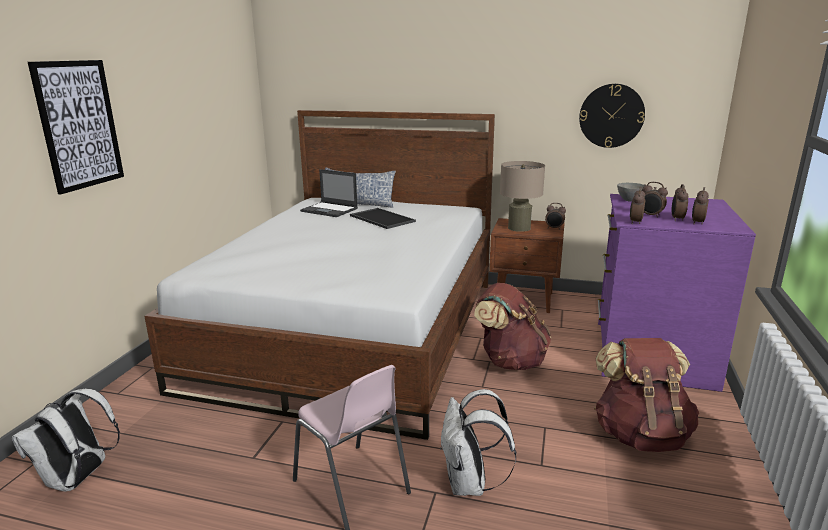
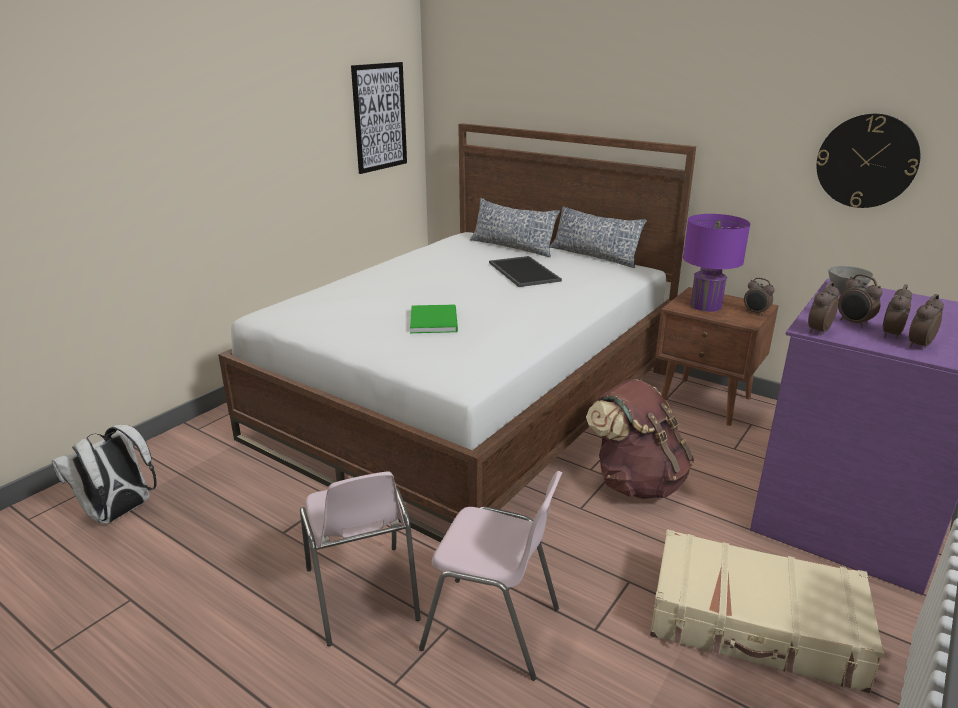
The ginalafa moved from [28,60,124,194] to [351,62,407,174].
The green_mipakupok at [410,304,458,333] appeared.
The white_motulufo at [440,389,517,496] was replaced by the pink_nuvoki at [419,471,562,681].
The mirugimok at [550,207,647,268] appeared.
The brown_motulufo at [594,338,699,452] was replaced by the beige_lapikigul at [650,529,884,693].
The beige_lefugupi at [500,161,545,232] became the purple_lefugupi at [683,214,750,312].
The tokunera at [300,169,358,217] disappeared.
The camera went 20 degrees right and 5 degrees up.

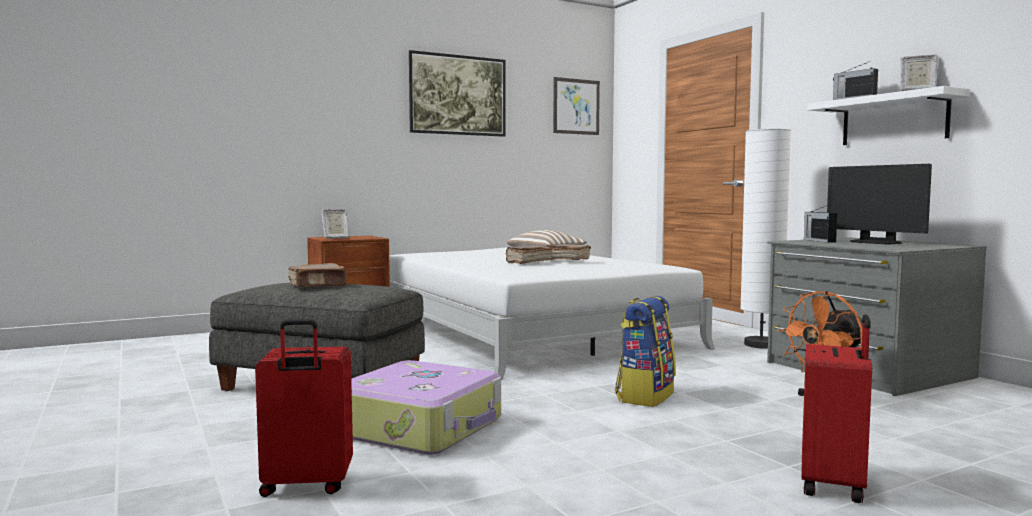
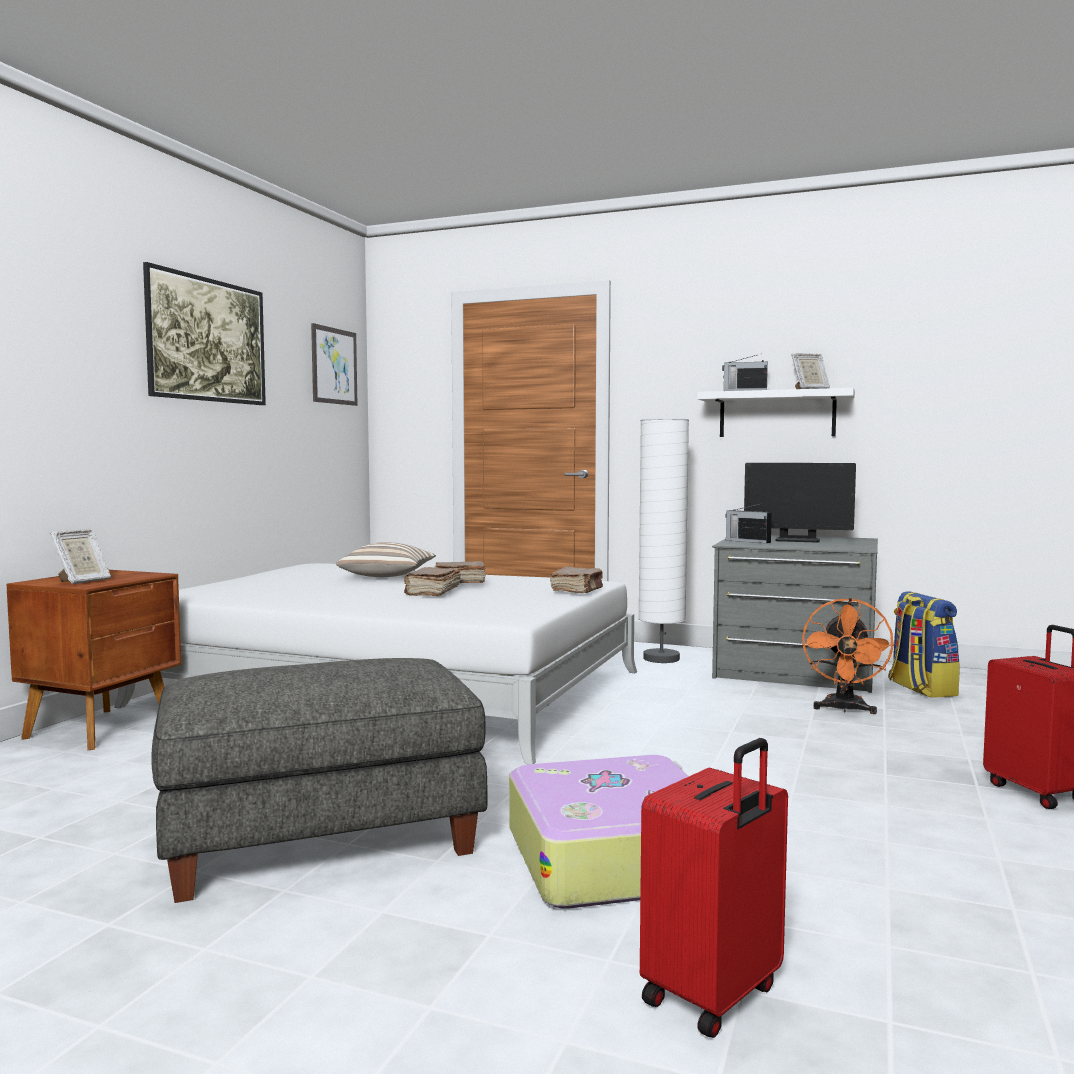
The brown_mipakupok moved from [288,263,347,287] to [550,566,603,593].
The motulufo moved from [615,296,676,407] to [888,591,960,698].
The camera went 40 degrees left and 0 degrees up.

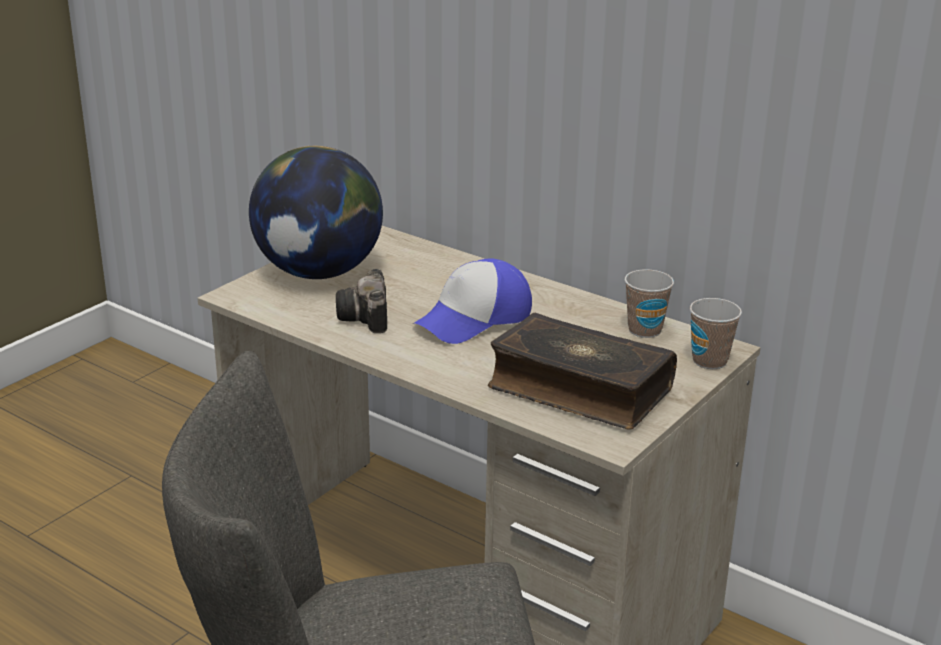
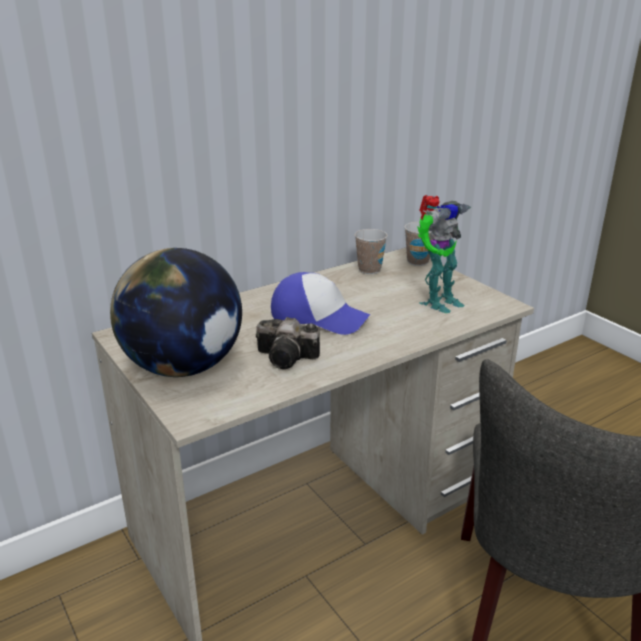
The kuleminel at [413,258,532,344] turned 45 degrees counterclockwise.
The mipakupok at [488,313,677,430] was replaced by the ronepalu at [418,195,471,313].
The camera went 70 degrees left and 0 degrees up.

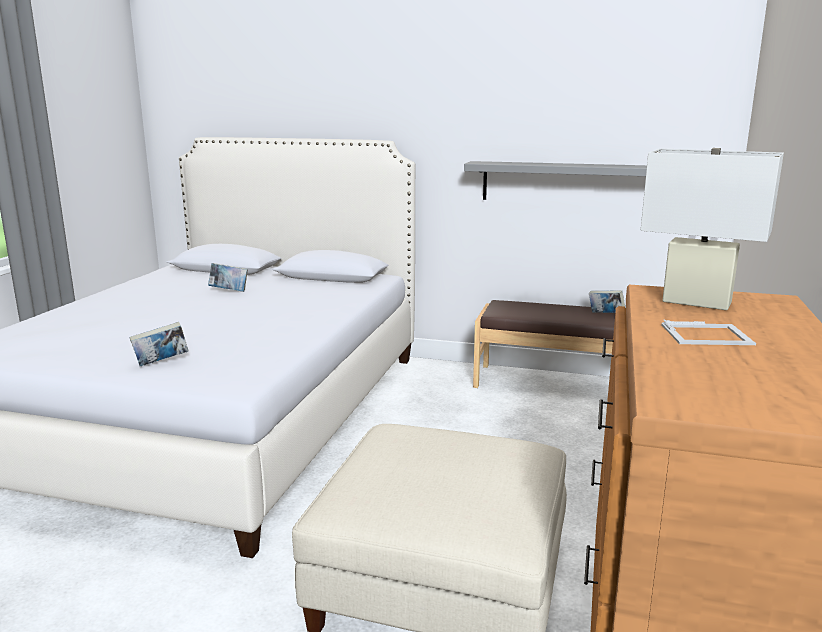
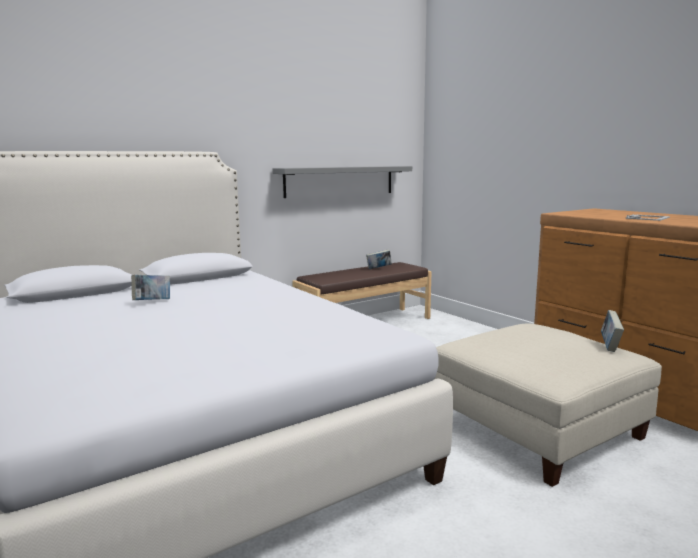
The mipakupok moved from [129,322,188,366] to [601,310,624,352].
The white_lefugupi at [641,148,784,310] disappeared.
The camera went 50 degrees left and 5 degrees down.

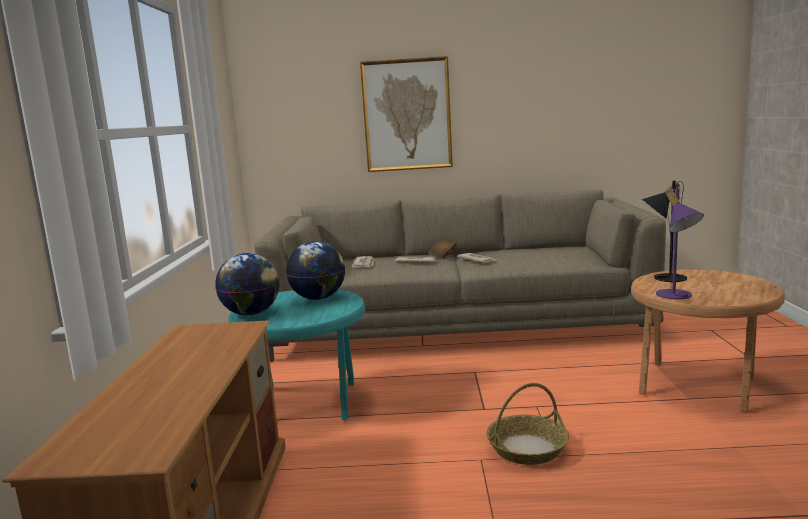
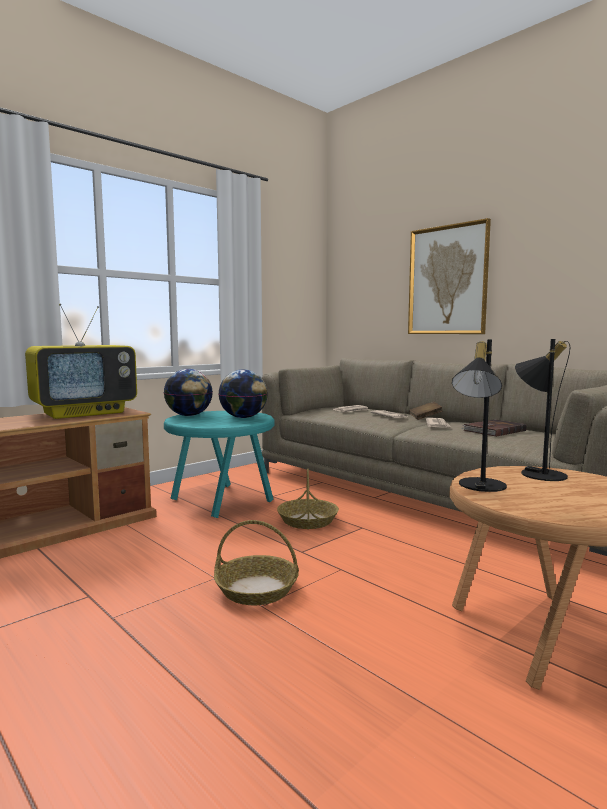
The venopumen at [25,304,137,419] appeared.
The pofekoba at [277,469,339,529] appeared.
The purple_lefugupi at [656,188,704,299] became the black_lefugupi at [452,339,507,492].
The brown_mipakupok at [461,419,527,437] appeared.
The camera went 45 degrees right and 5 degrees down.

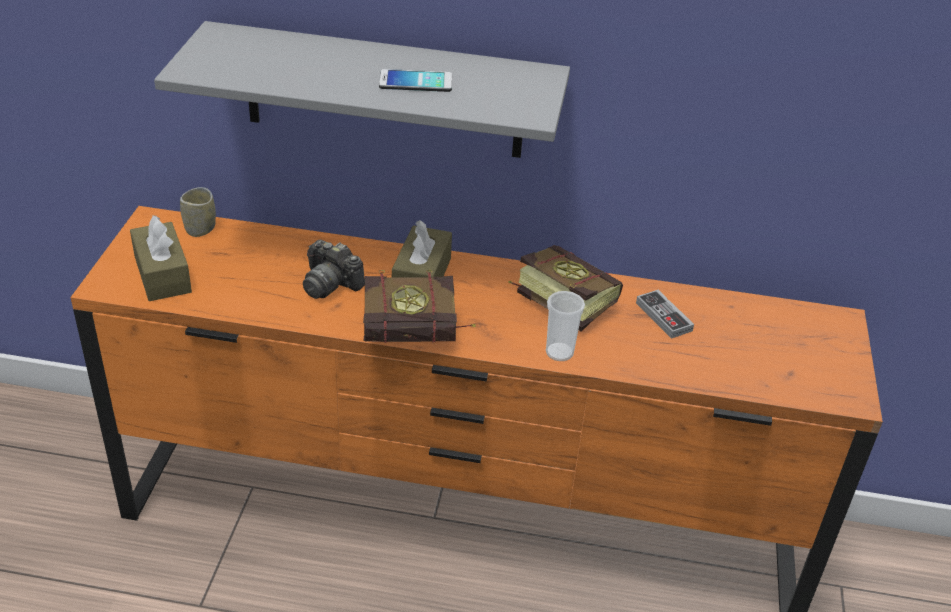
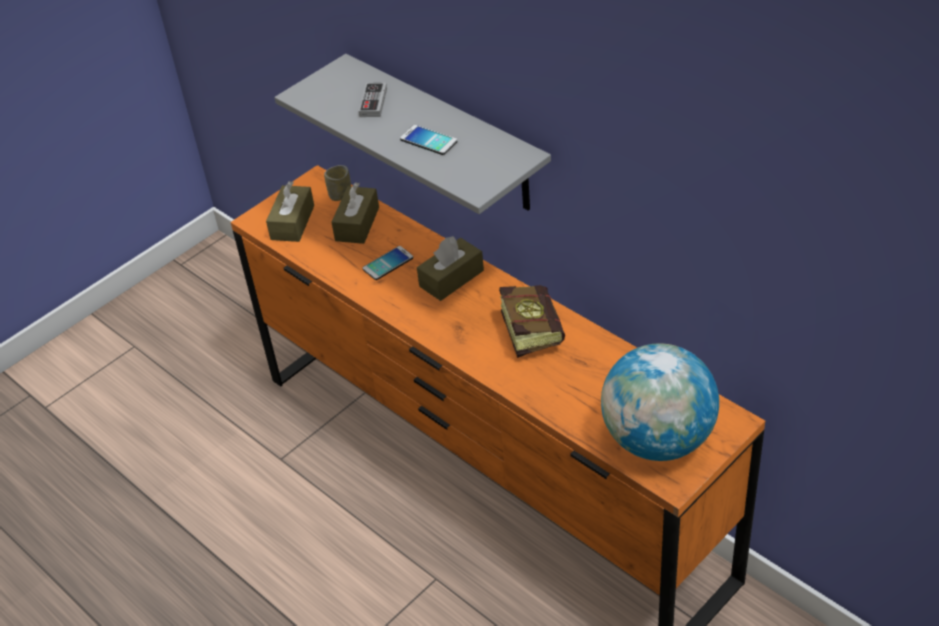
The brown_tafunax at [331,182,379,244] appeared.
The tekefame moved from [636,290,694,339] to [359,83,387,117].
The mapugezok at [303,239,365,299] was replaced by the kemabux at [363,246,413,280].
The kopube at [601,343,719,461] appeared.
The mipakupok at [363,270,475,343] disappeared.
The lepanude at [546,291,585,361] disappeared.
The camera went 40 degrees right and 5 degrees up.

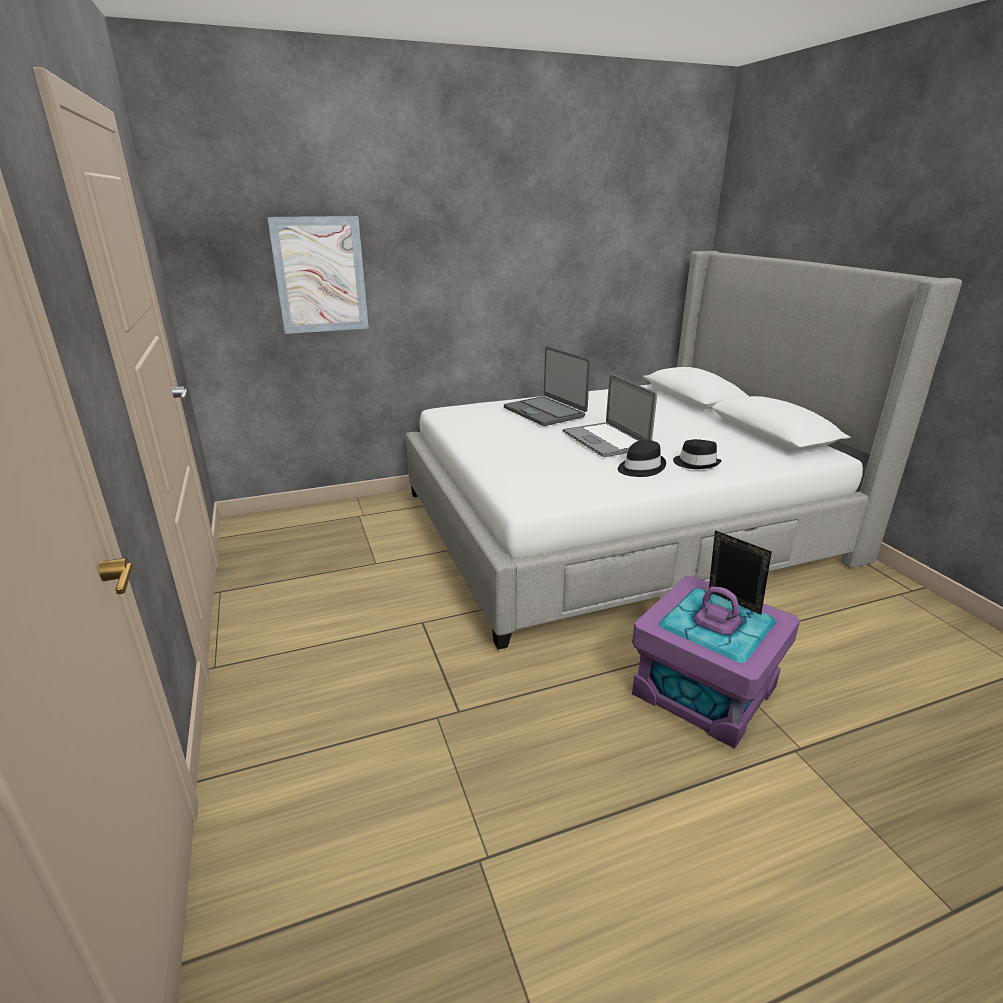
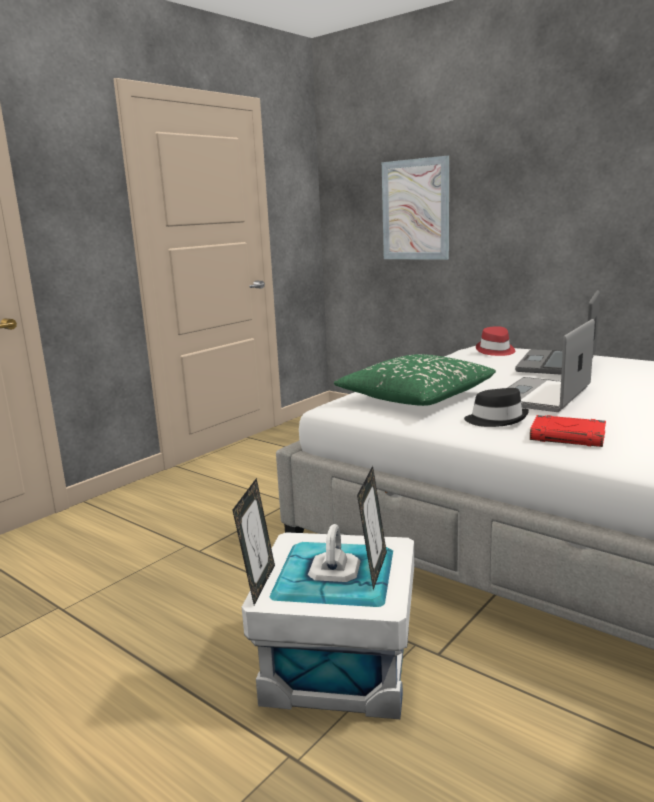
The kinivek at [233,478,275,605] appeared.
The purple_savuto at [632,576,800,749] became the white_savuto at [242,524,414,719].
The green_mirugimok at [334,354,496,406] appeared.
The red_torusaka at [476,326,515,356] appeared.
The black_torusaka at [673,439,722,469] was replaced by the red_mipakupok at [530,415,606,447].
The camera went 60 degrees right and 10 degrees down.

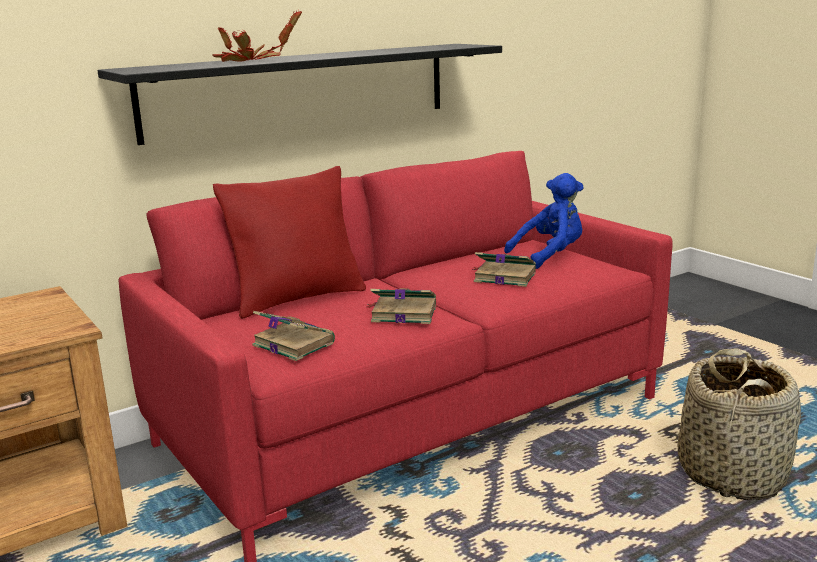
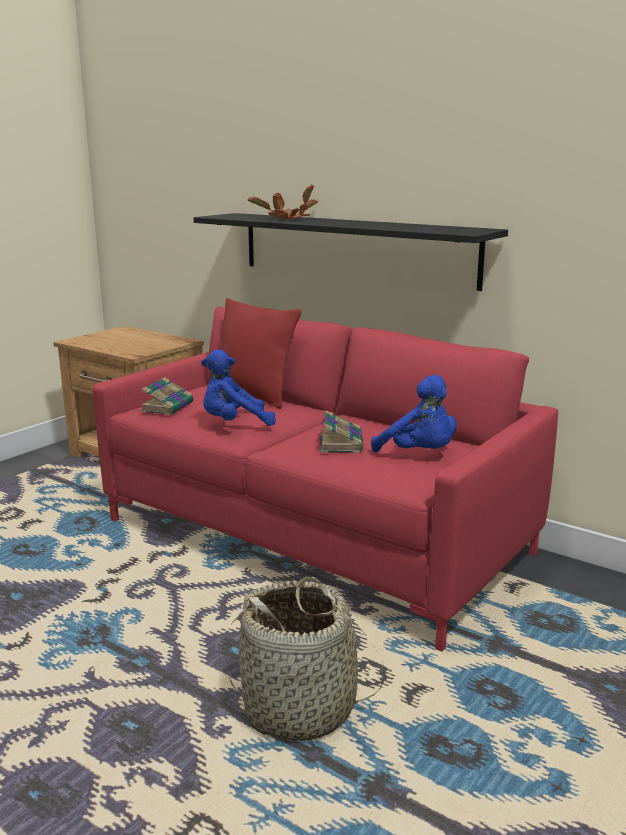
The mipakupok at [367,288,436,324] was replaced by the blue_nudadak at [201,350,276,426].
The camera went 70 degrees right and 0 degrees up.

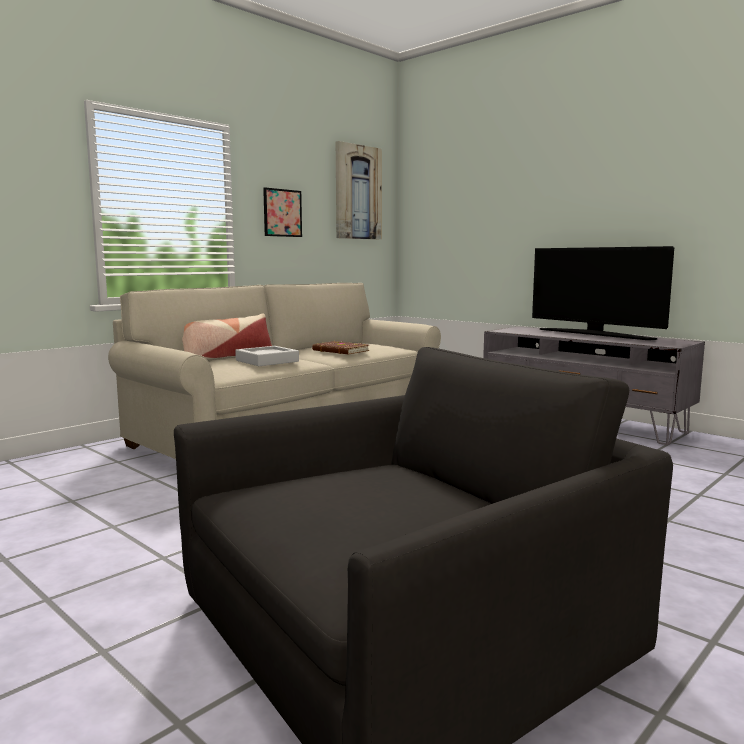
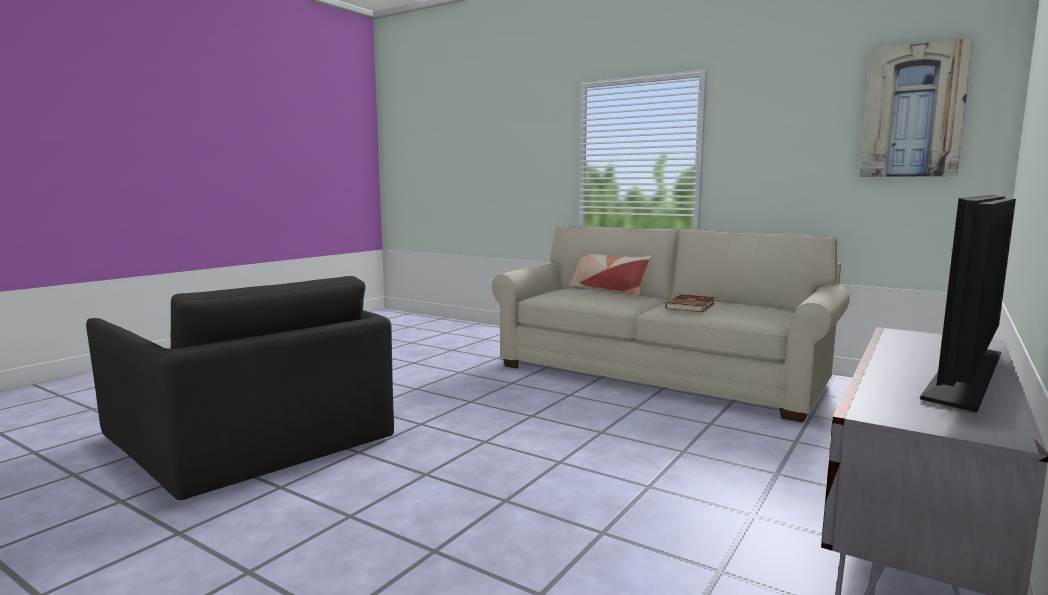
The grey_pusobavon at [235,346,299,366] disappeared.
The ginalafa at [263,187,302,237] disappeared.
The camera went 80 degrees right and 0 degrees up.

